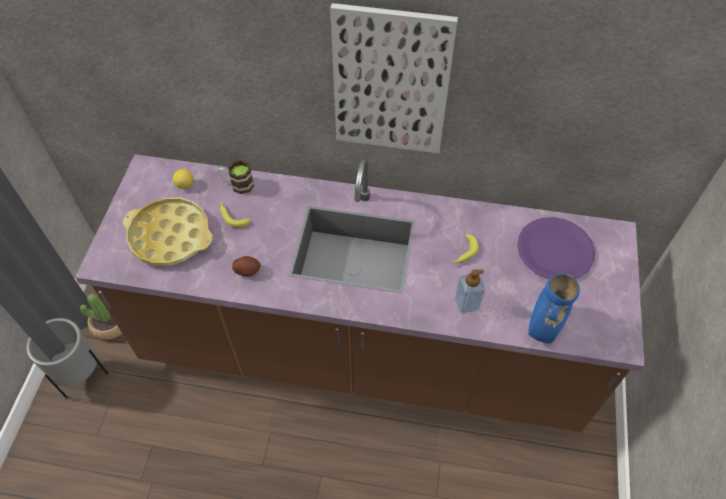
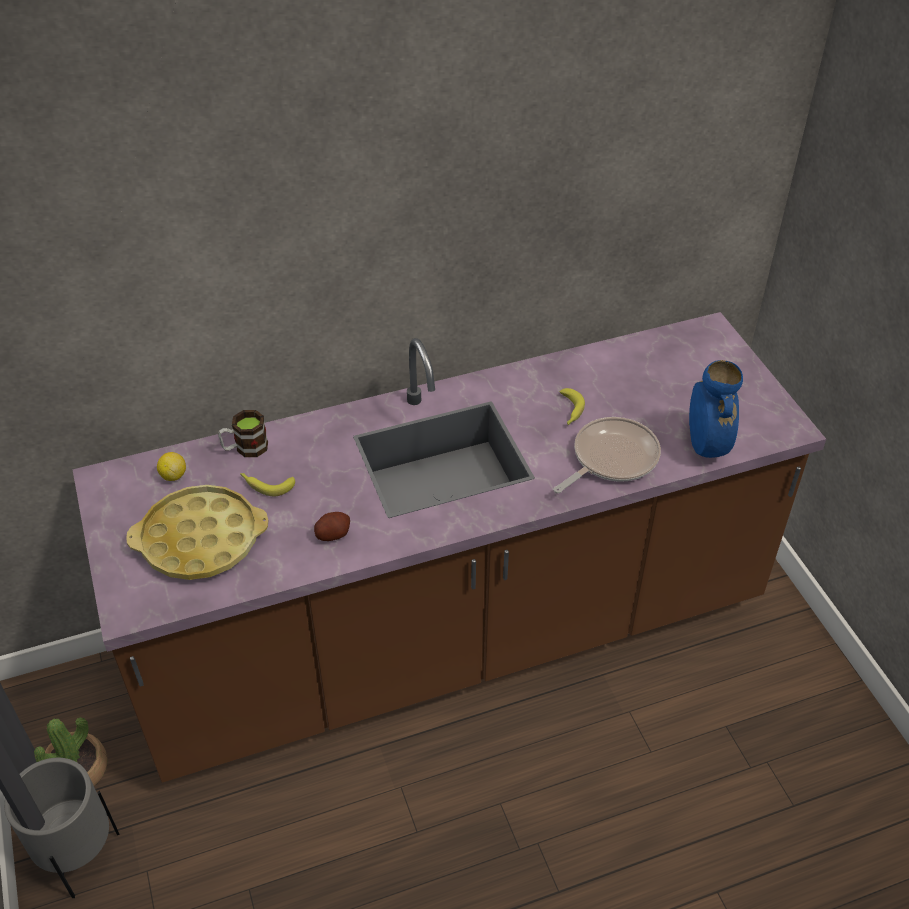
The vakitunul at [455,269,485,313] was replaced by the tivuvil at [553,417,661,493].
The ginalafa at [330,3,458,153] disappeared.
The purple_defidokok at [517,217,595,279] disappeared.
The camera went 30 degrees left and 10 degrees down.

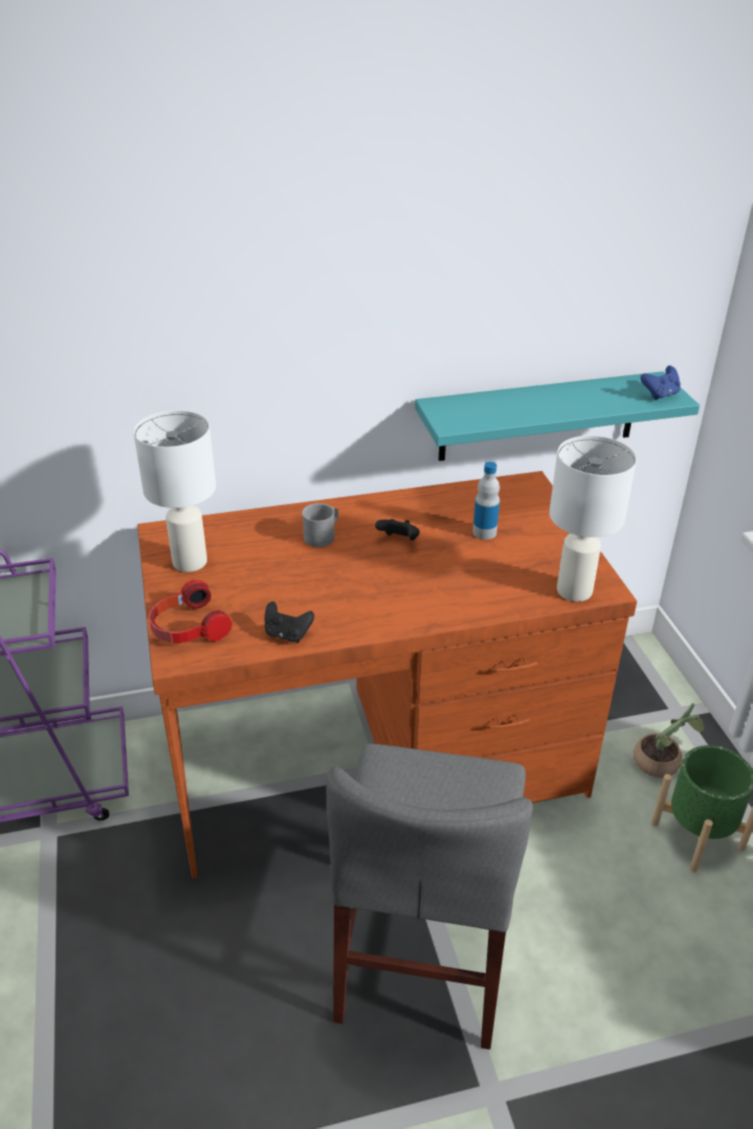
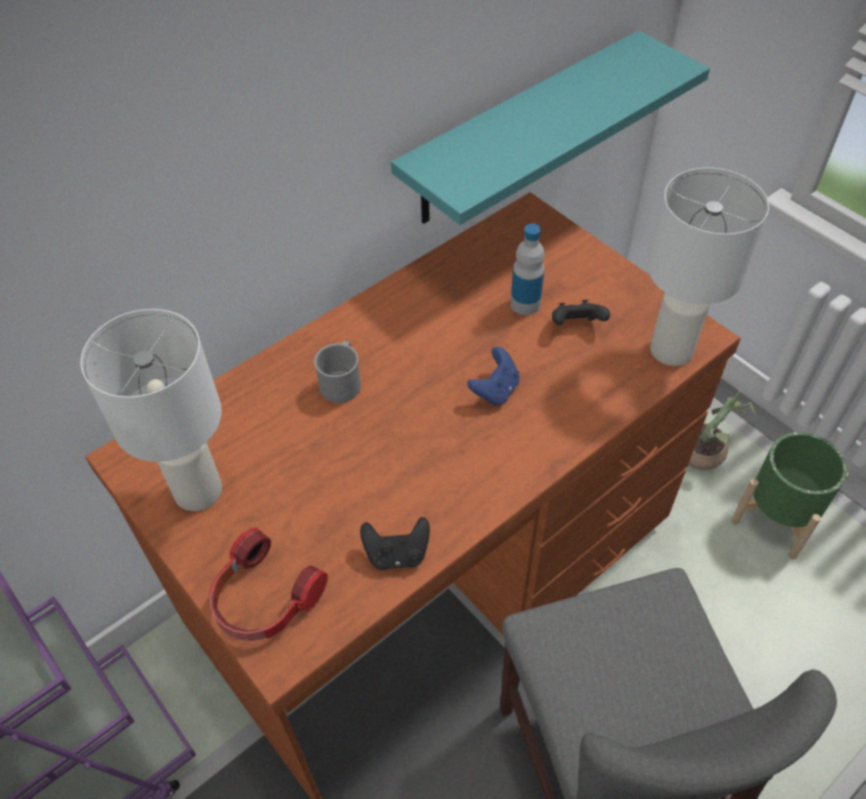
The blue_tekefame moved from [640,366,681,400] to [467,347,519,406].
The black_tekefame moved from [375,519,420,540] to [552,300,610,325].
The camera went 25 degrees left and 15 degrees up.

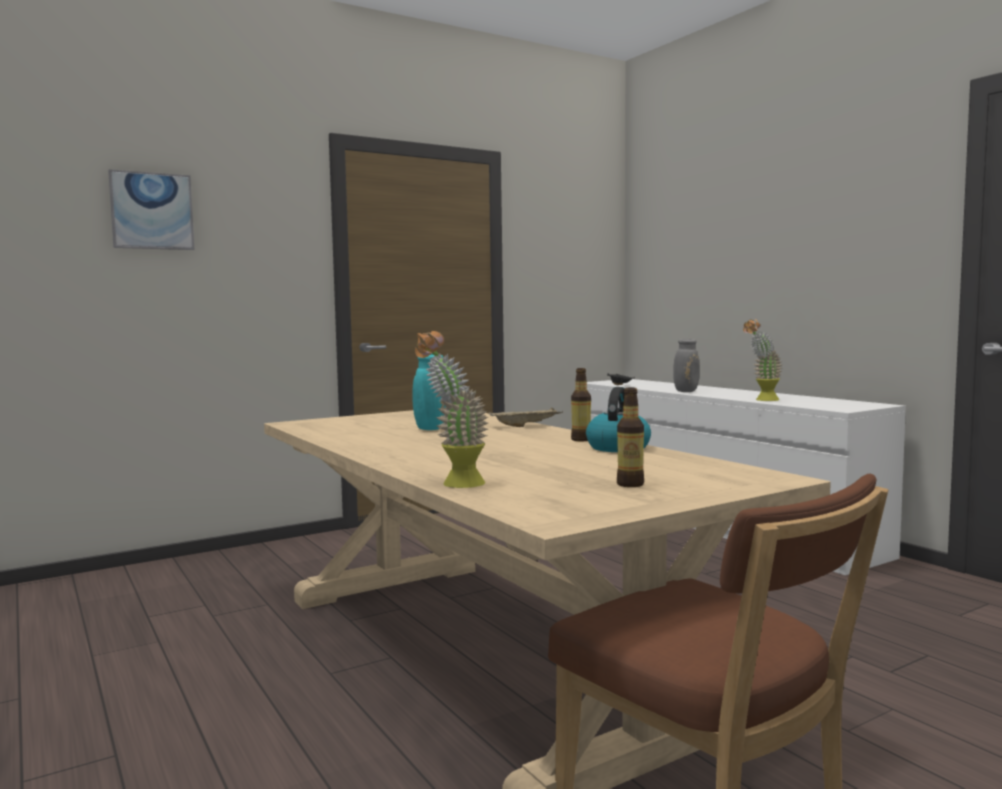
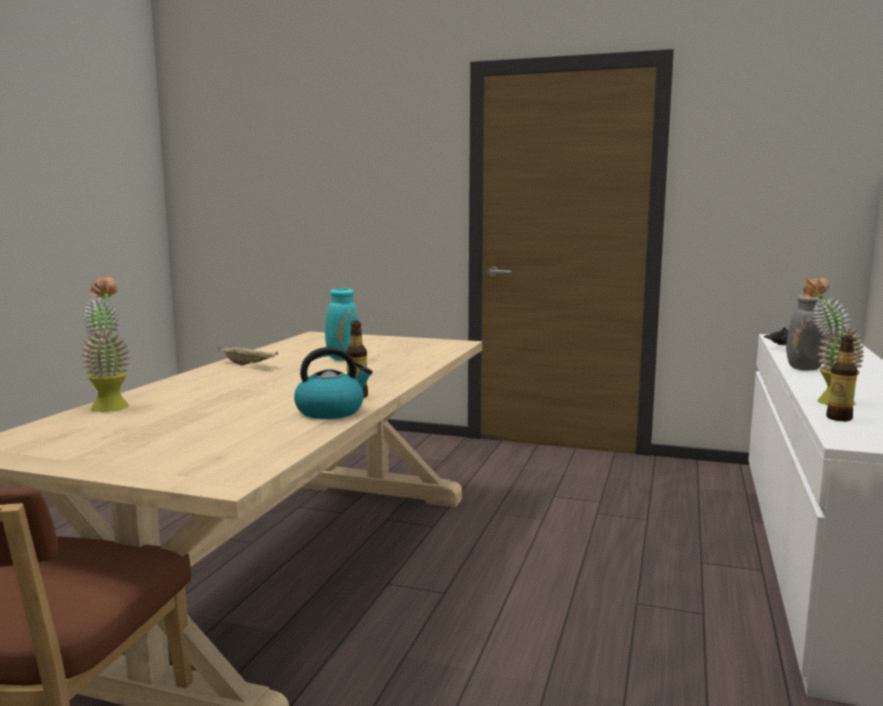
The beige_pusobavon moved from [488,407,563,427] to [218,346,278,365].
The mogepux moved from [617,388,644,487] to [826,336,858,421].
The ginalafa at [108,169,194,250] disappeared.
The camera went 50 degrees right and 5 degrees up.

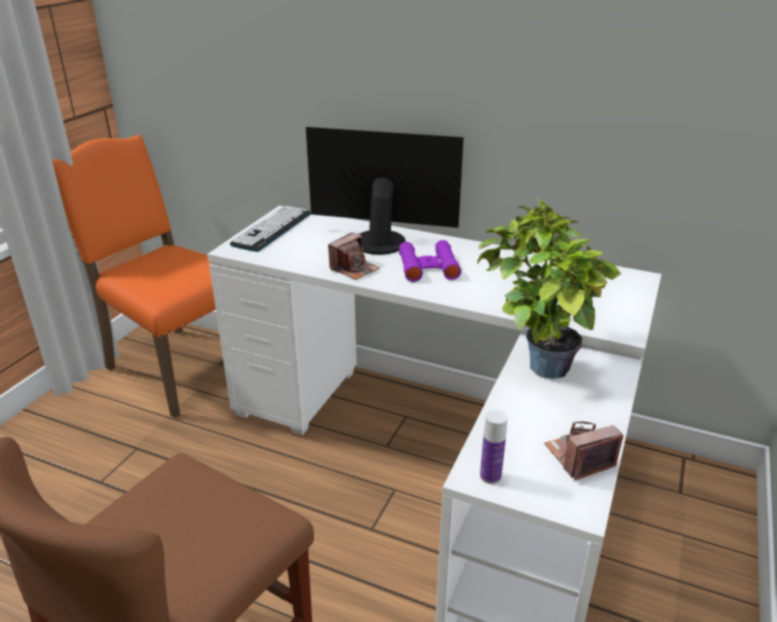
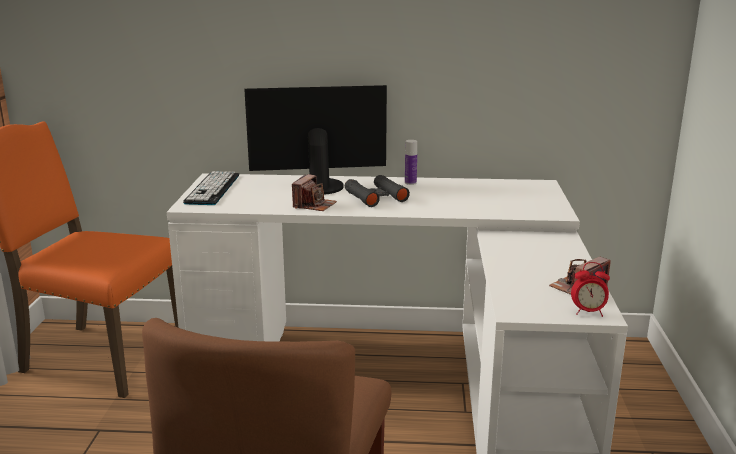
The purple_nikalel at [399,240,461,282] became the black_nikalel at [345,175,410,207].
The mogepux moved from [480,410,508,484] to [405,140,417,185].
The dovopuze at [571,262,610,317] appeared.
The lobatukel at [477,198,622,379] disappeared.
The camera went 20 degrees left and 10 degrees down.

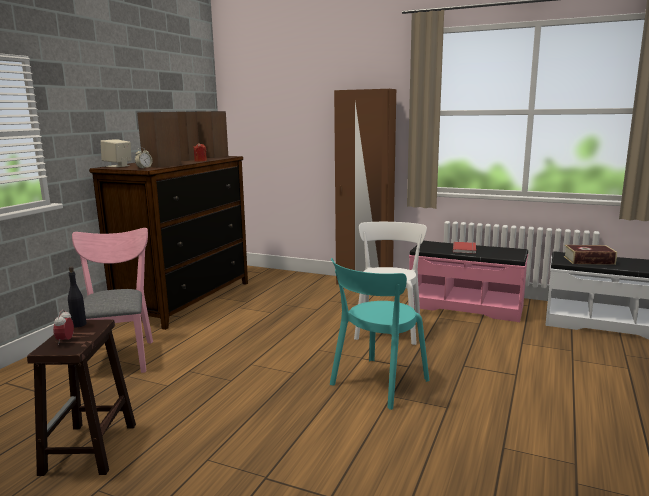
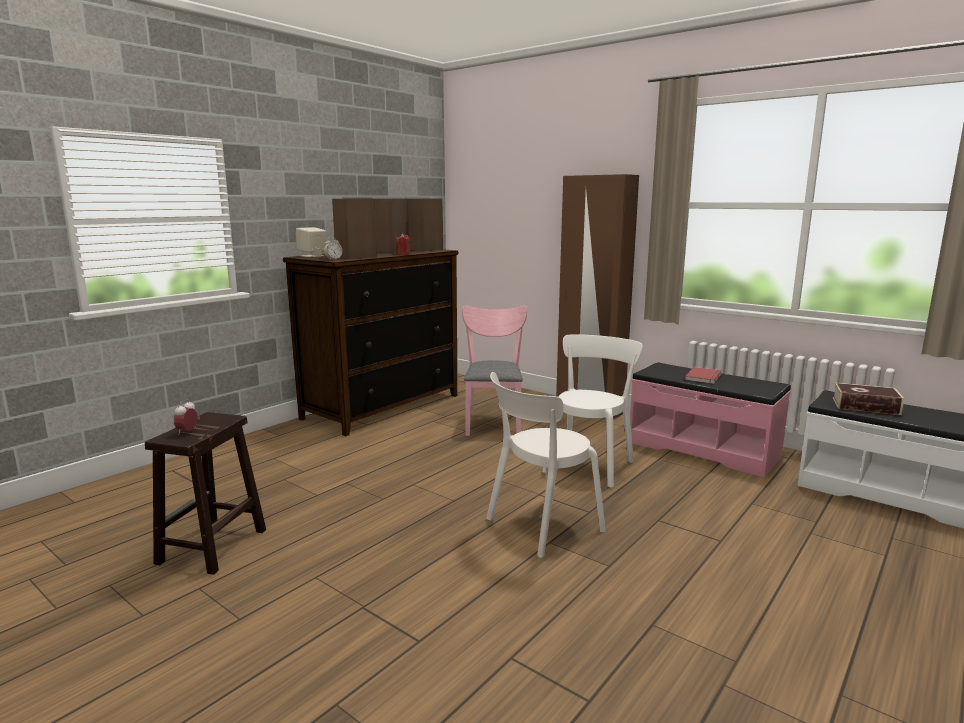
The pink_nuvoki moved from [72,228,153,373] to [462,306,527,436].
The turquoise_nuvoki at [330,258,429,410] became the white_nuvoki at [486,372,606,558].
The black_mogepux at [68,267,87,327] disappeared.
The camera went 15 degrees right and 0 degrees up.

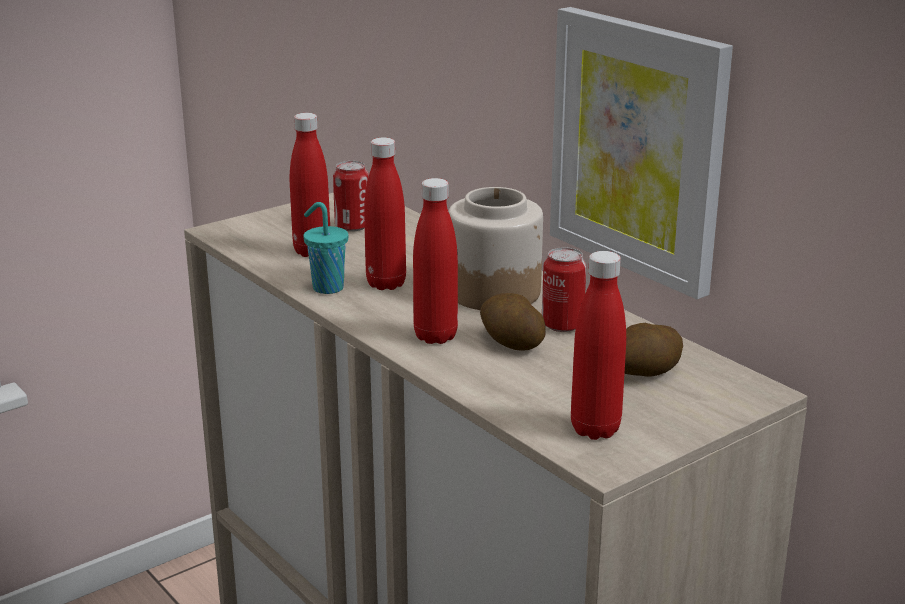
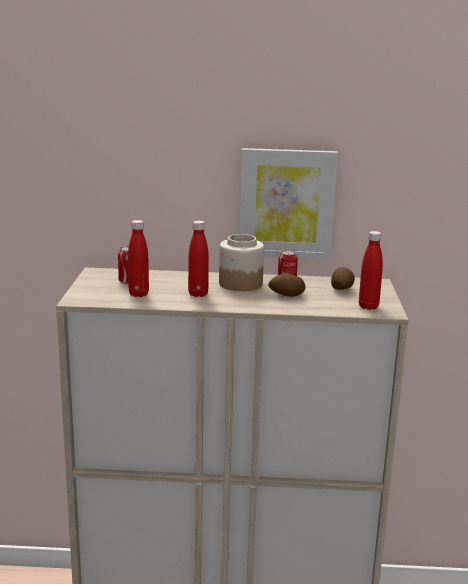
The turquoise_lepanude at [303,202,349,294] disappeared.
The red_mogepux at [413,178,458,344] disappeared.
The camera went 50 degrees left and 5 degrees down.

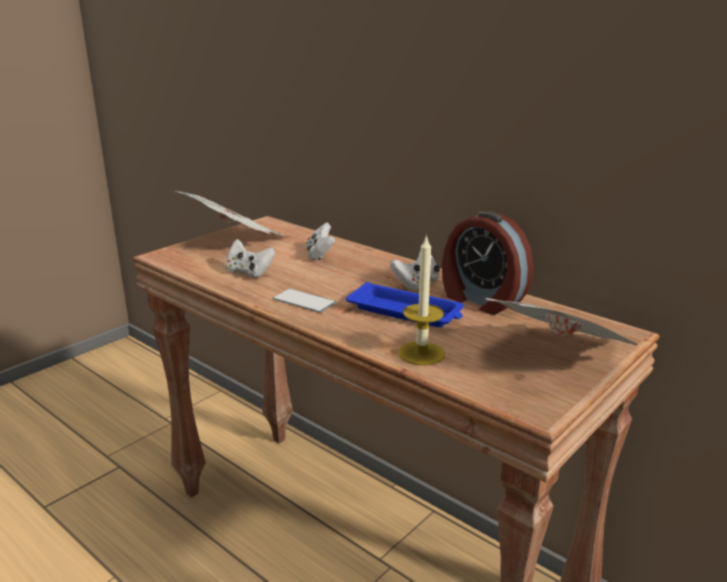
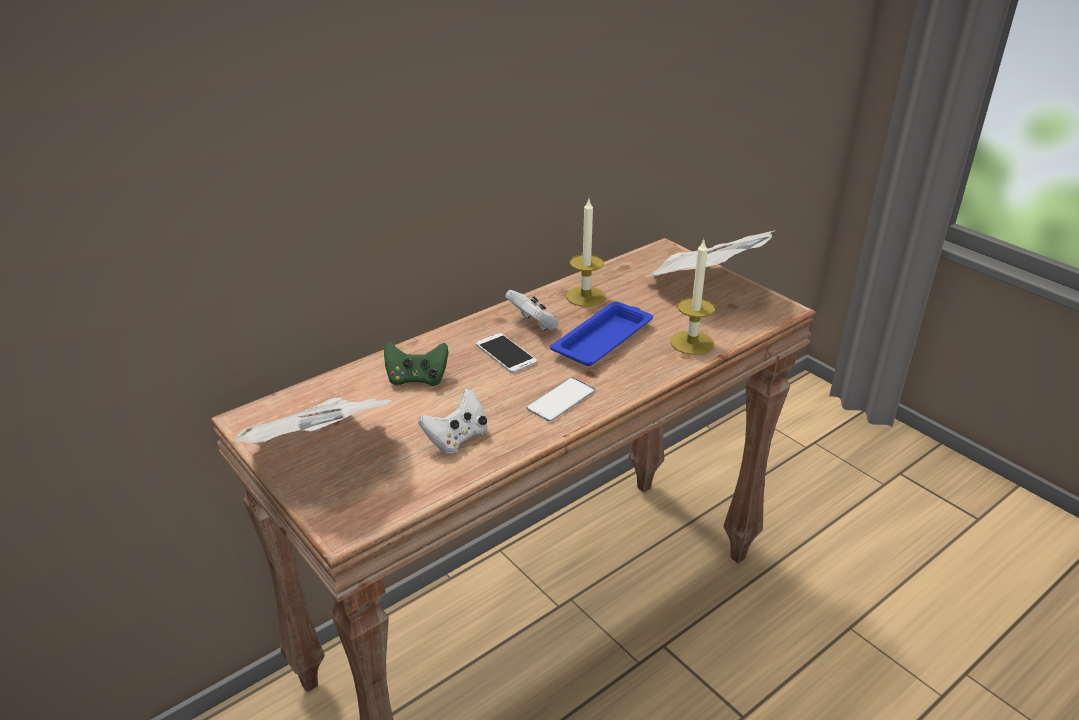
The white_tekefame at [306,223,336,260] became the green_tekefame at [384,342,448,386].
The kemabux at [476,333,537,373] appeared.
The dovopuze at [442,211,533,315] was replaced by the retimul at [566,199,605,307].
The camera went 80 degrees left and 10 degrees up.

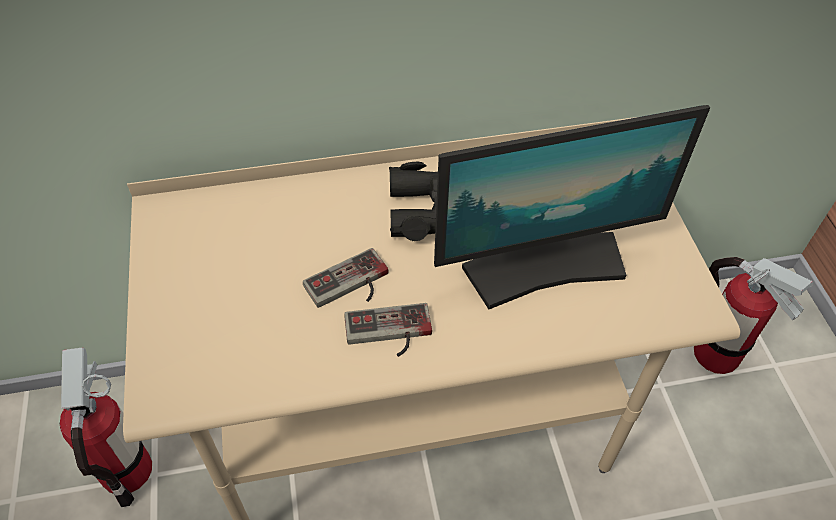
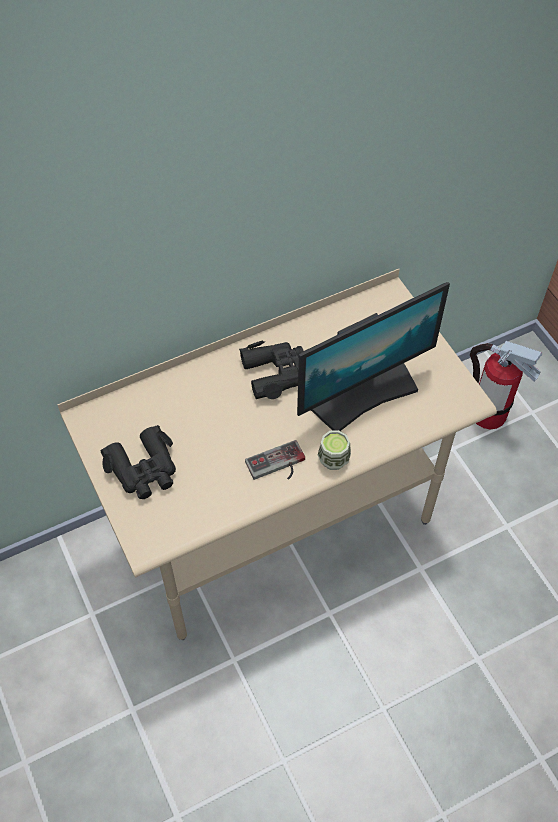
The black_nikalel at [101,425,176,499] appeared.
The lepanude at [318,430,351,470] appeared.
The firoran at [60,348,152,507] disappeared.
The tekefame at [303,248,389,308] disappeared.
The camera went 15 degrees left and 5 degrees up.

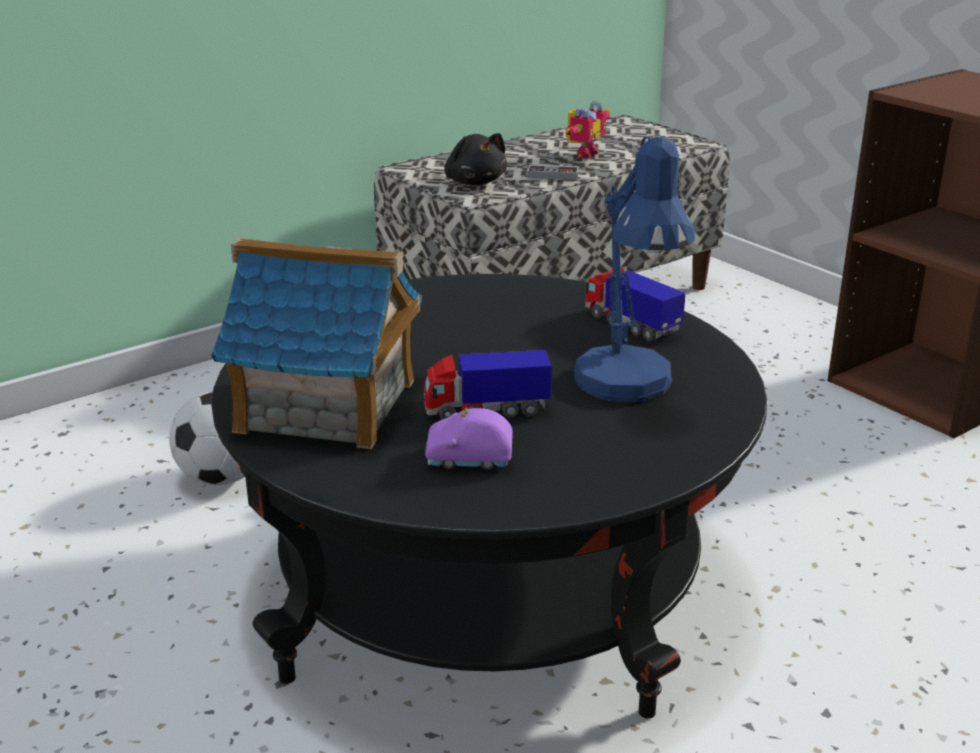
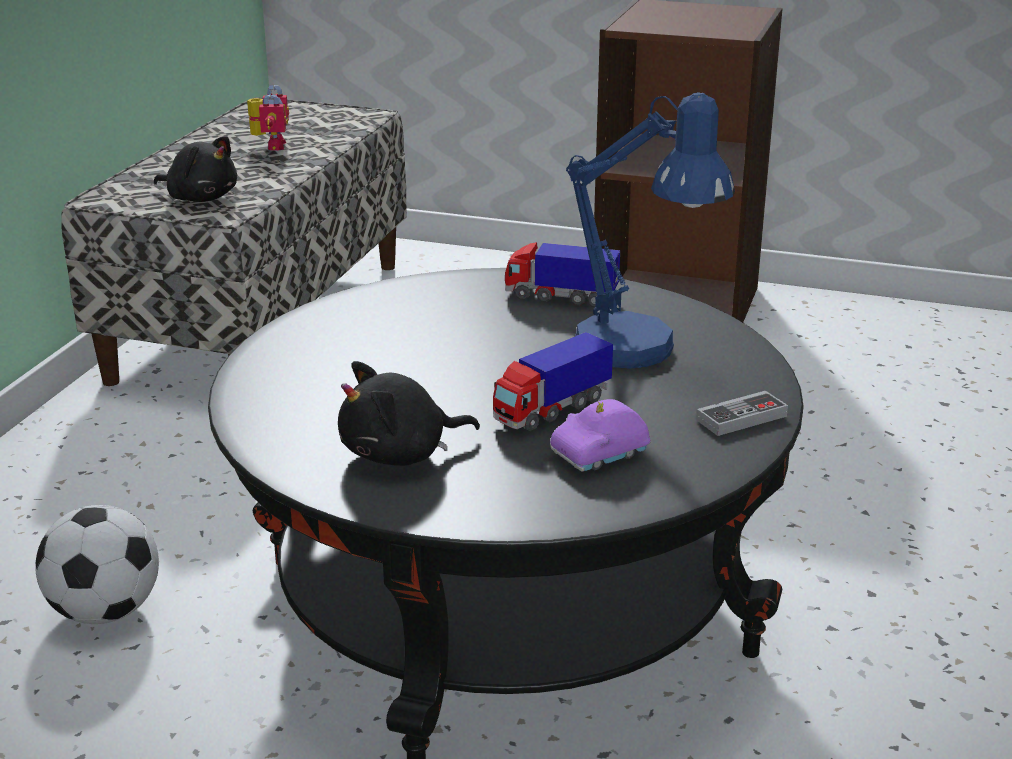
The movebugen at [211,238,422,449] was replaced by the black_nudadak at [338,361,480,466].
The tekefame moved from [527,165,579,180] to [696,391,788,436].
The camera went 35 degrees left and 0 degrees up.

